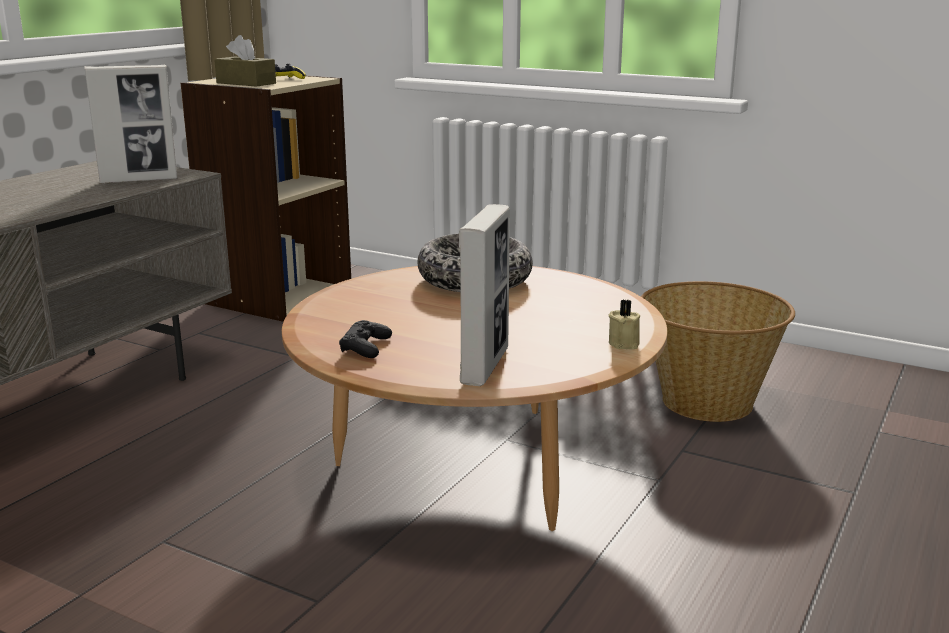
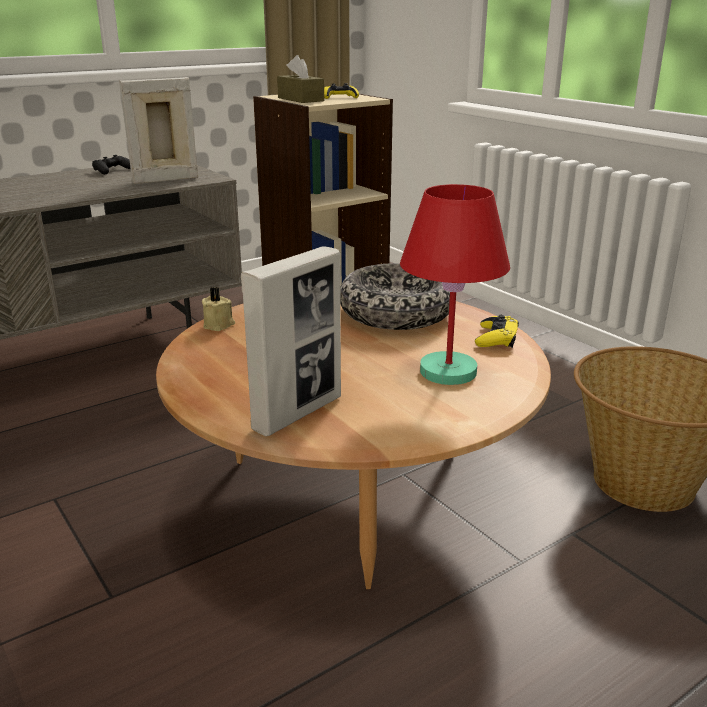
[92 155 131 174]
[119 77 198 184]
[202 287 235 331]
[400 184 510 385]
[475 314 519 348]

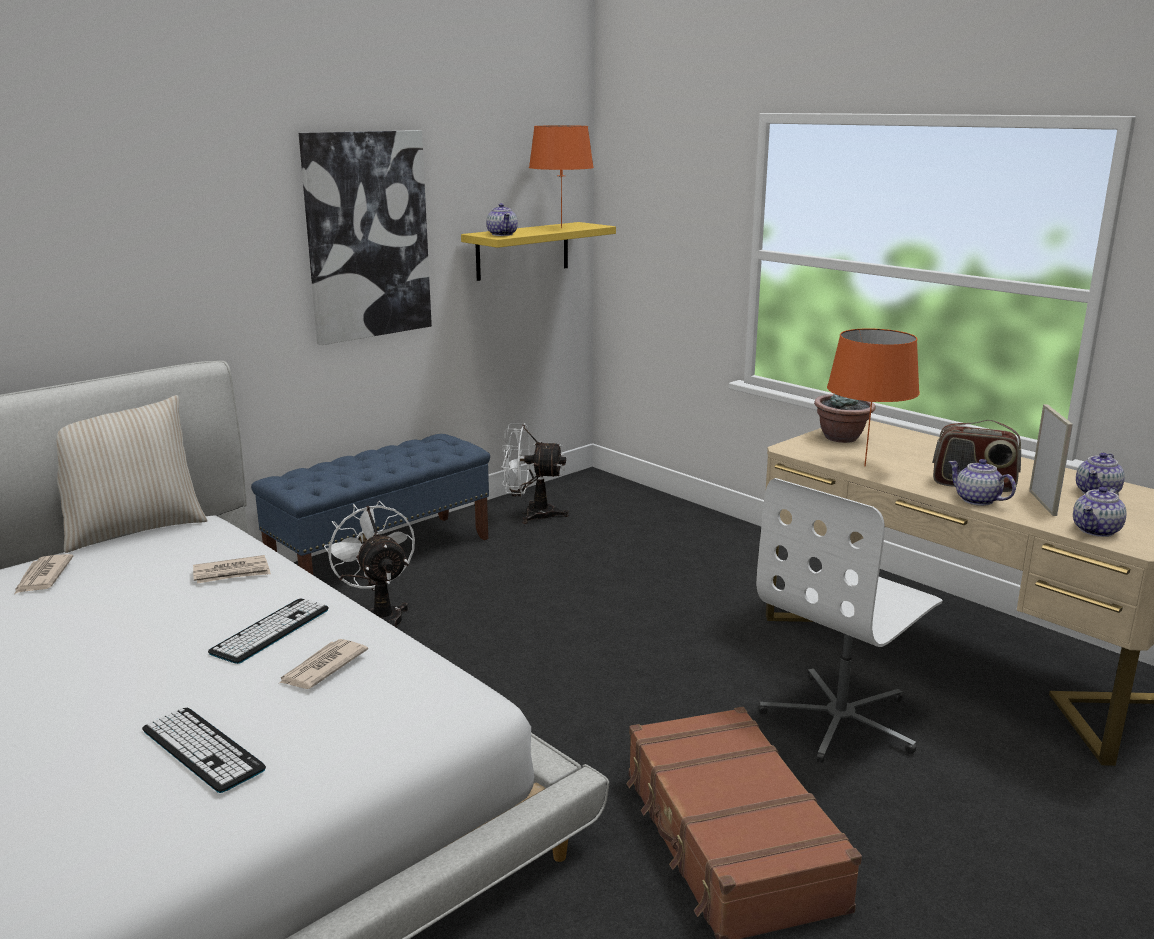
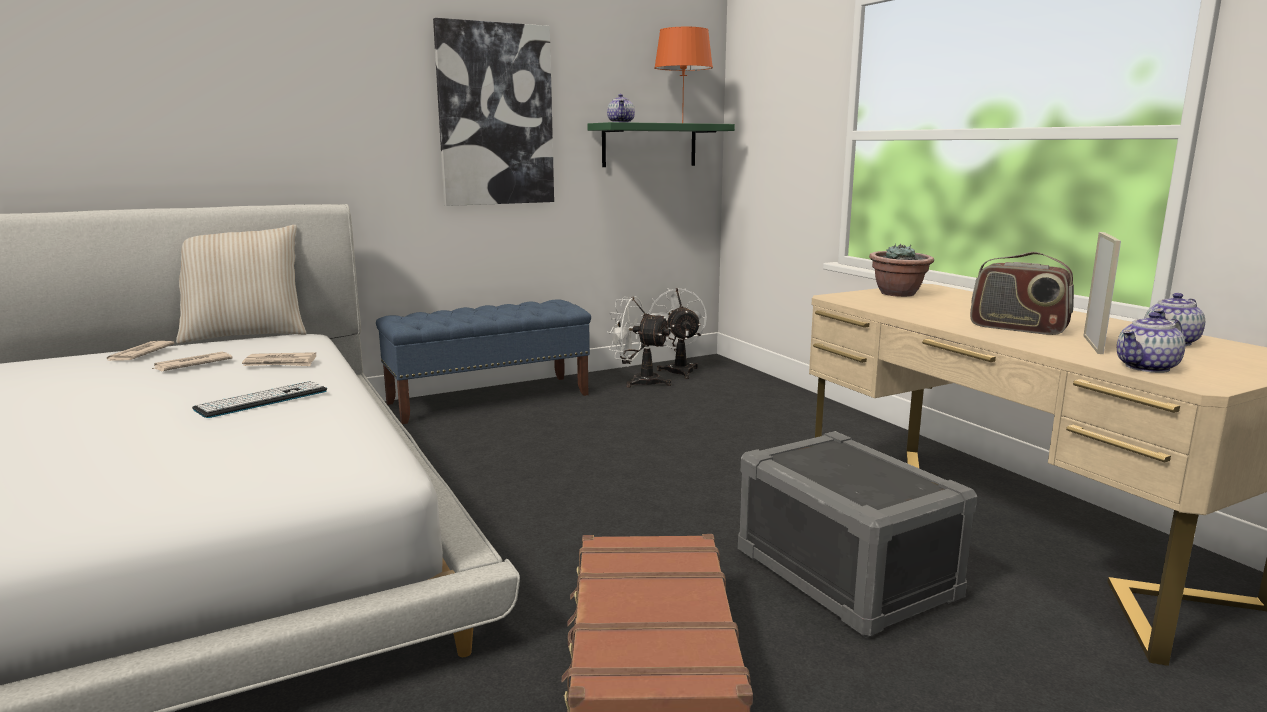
[152 352 233 371]
[587 122 735 167]
[649 288 707 379]
[738 431 977 638]
[142 708 266 793] (first image)
[827 328 920 466] (first image)
[948 459 1016 506] (first image)

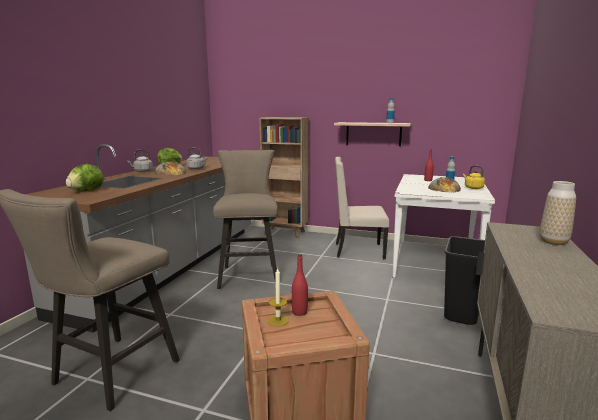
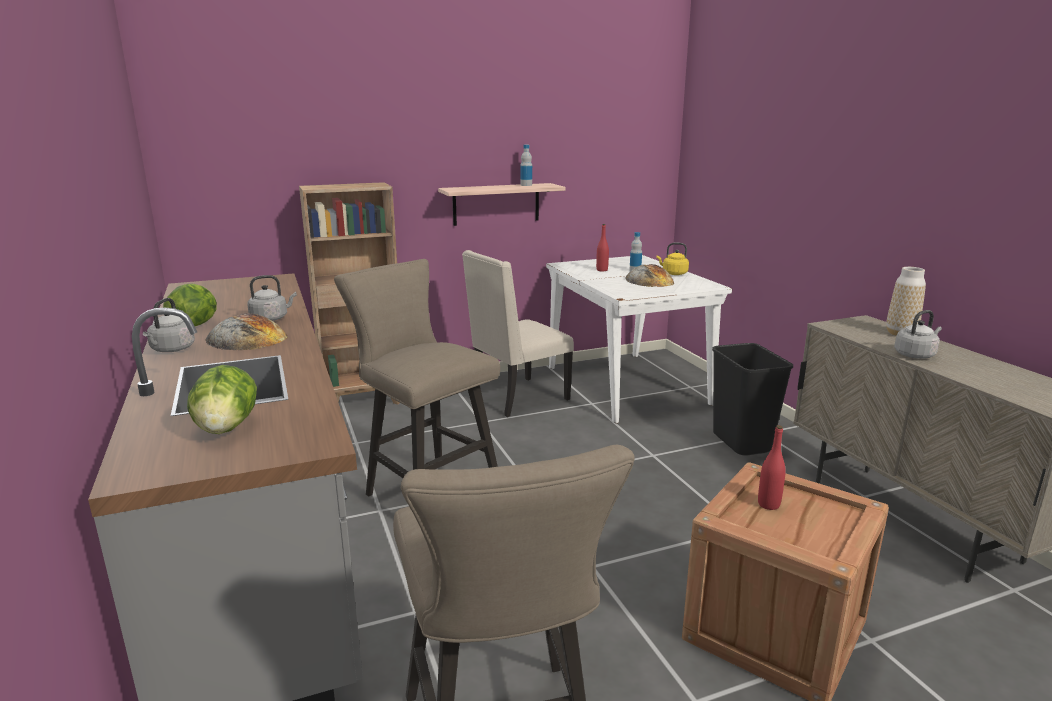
[894 310 942 359]
[268 268 289 326] (first image)

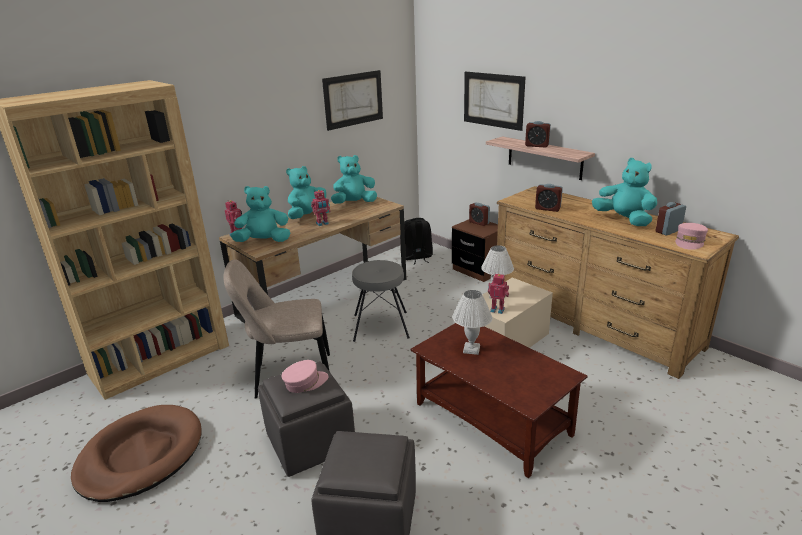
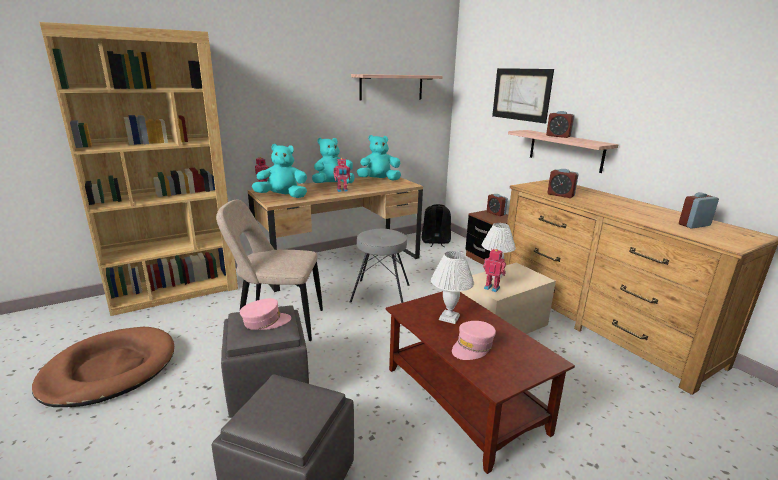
[351 74 443 100]
[452 321 496 360]
[592 158 657 226] (first image)

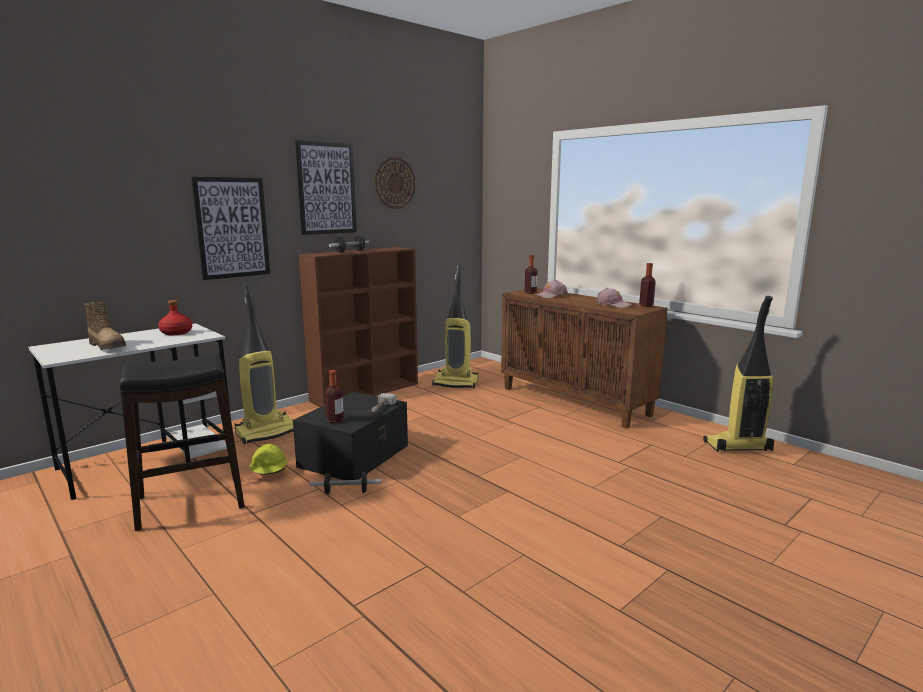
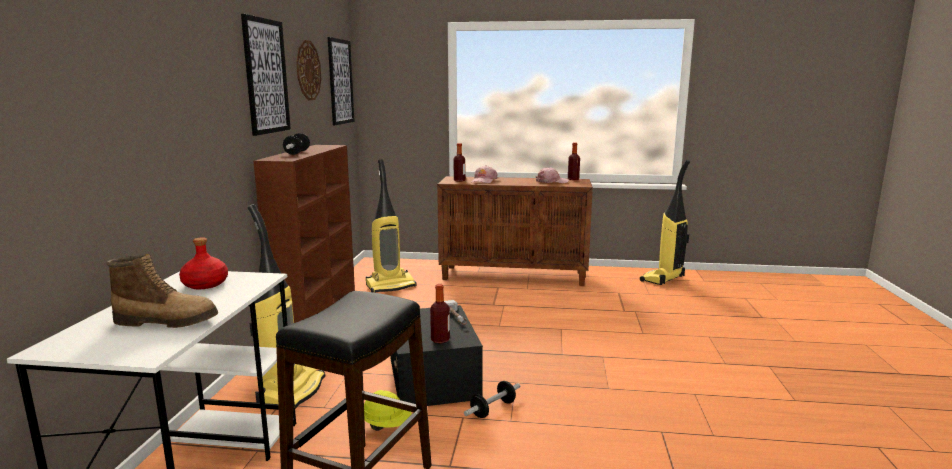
[328 37 355 126]

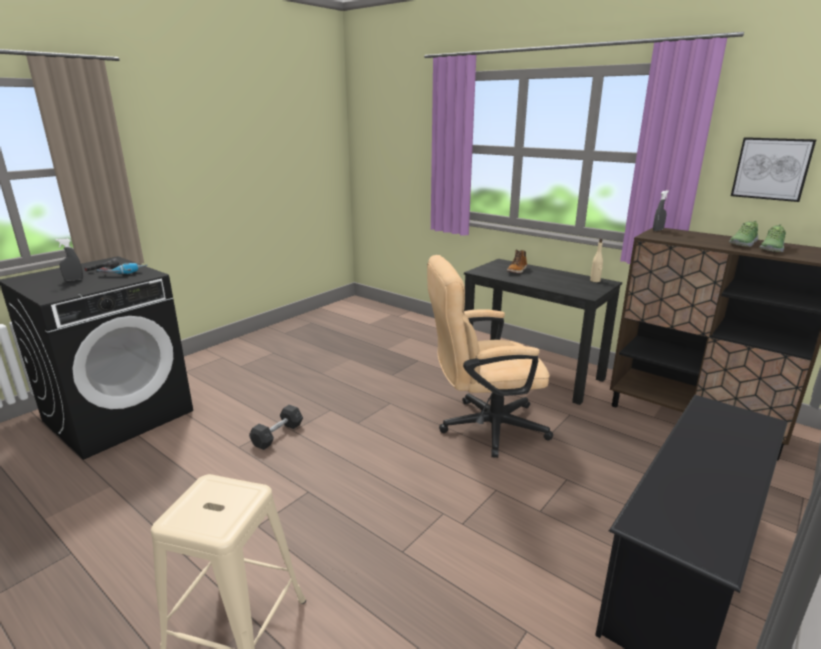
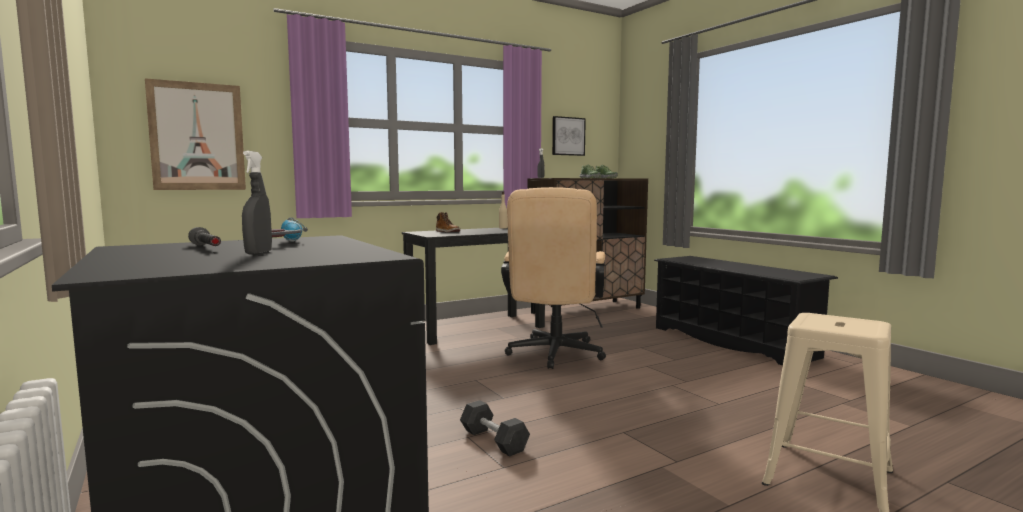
[145 78 246 190]

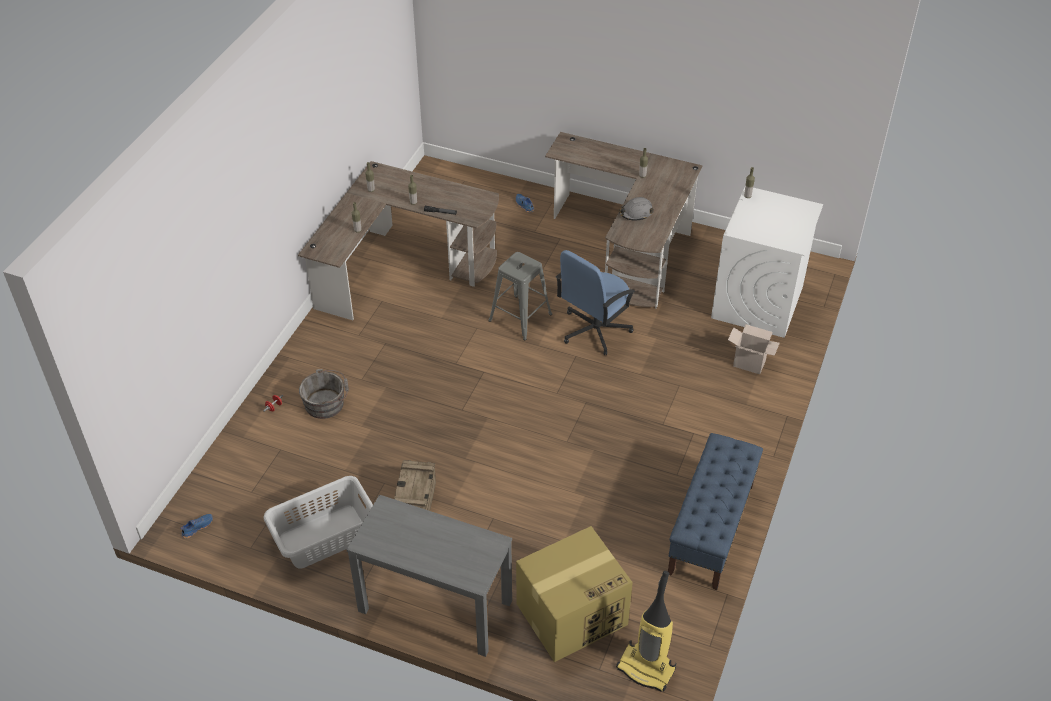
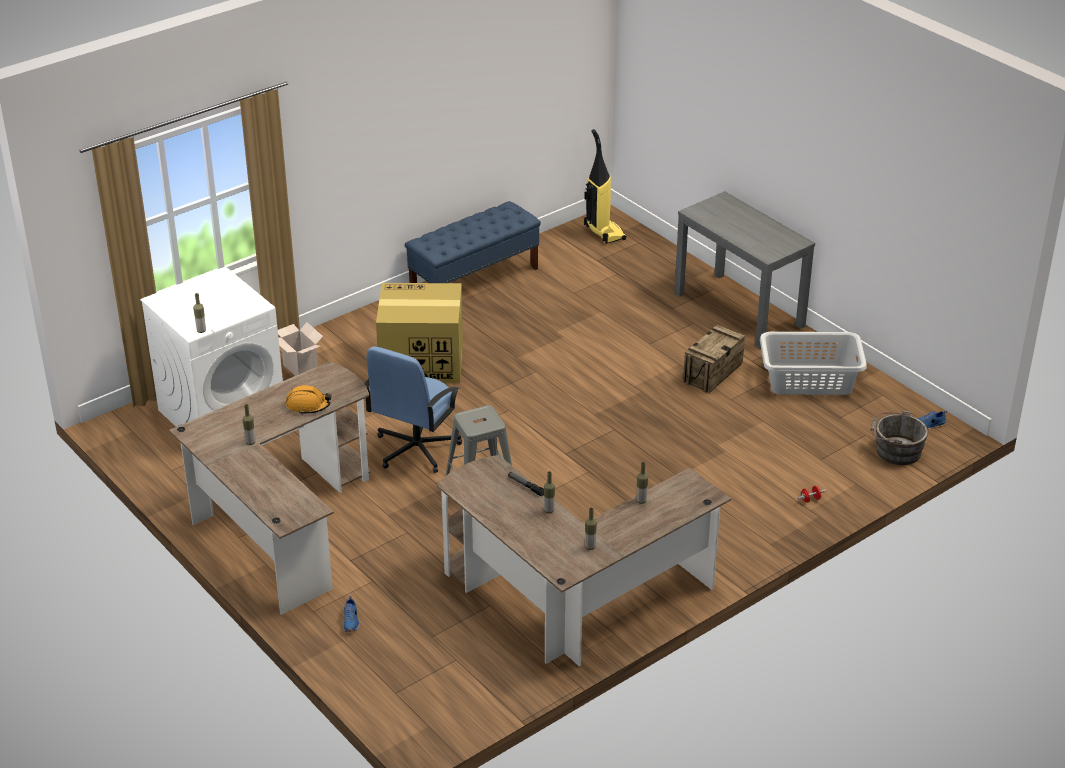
[286 385 332 415]
[364 346 462 473]
[376 283 463 383]
[870 410 928 465]

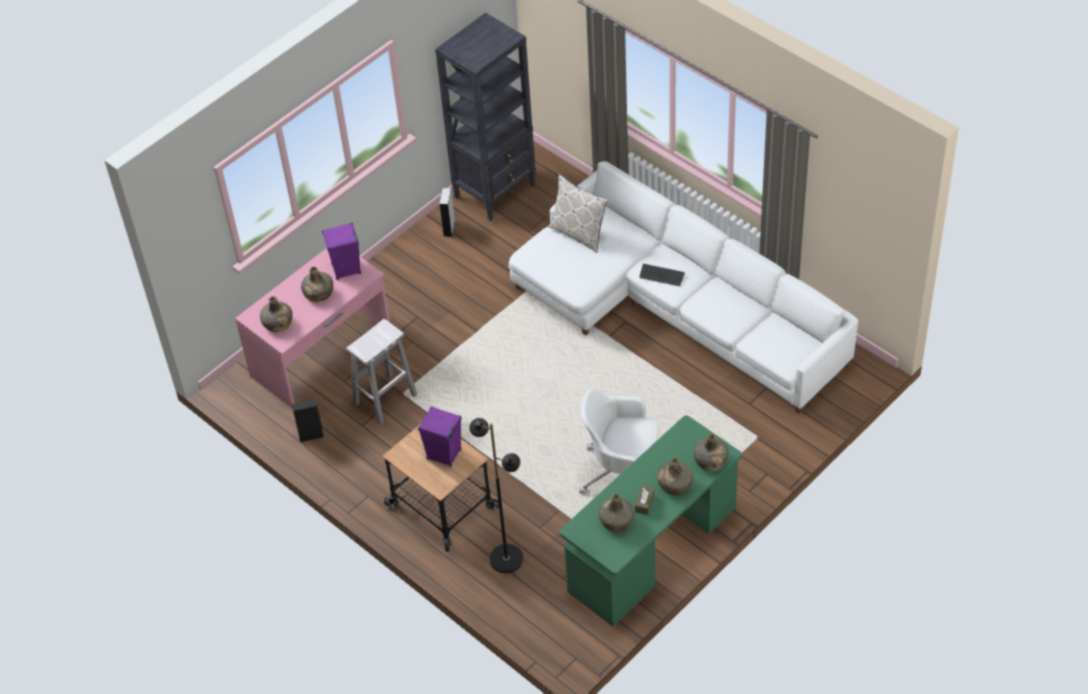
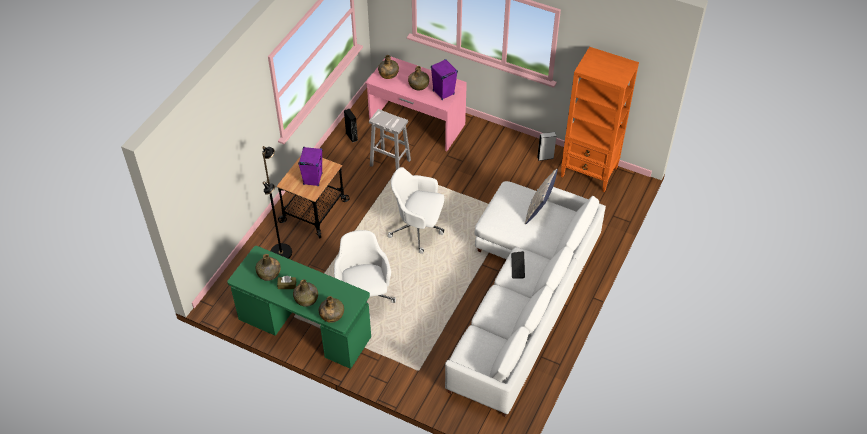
[387 167 445 254]
[561 47 639 192]

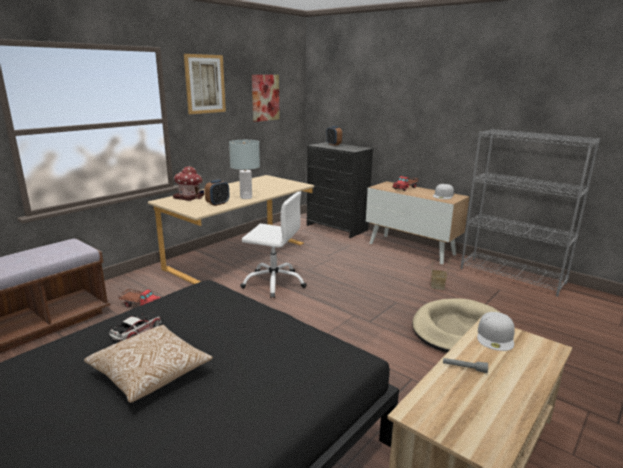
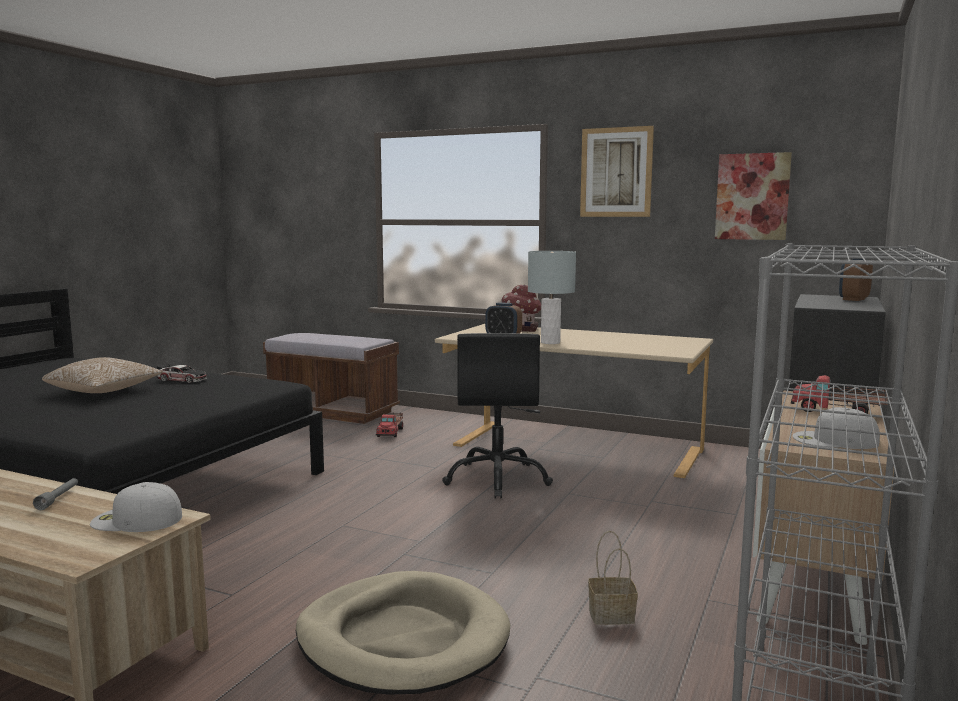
[442 333 553 499]

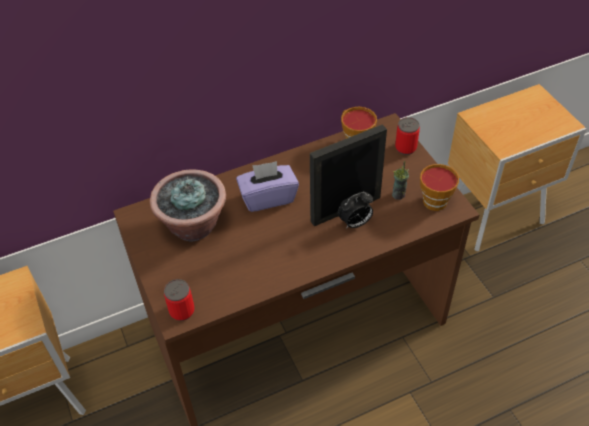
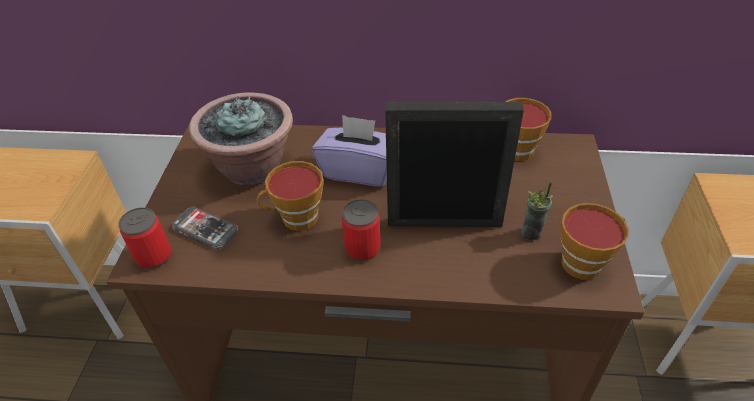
[172 206 238 250]
[257 161 323 231]
[342 199 381 261]
[338 192 373 229] (first image)

